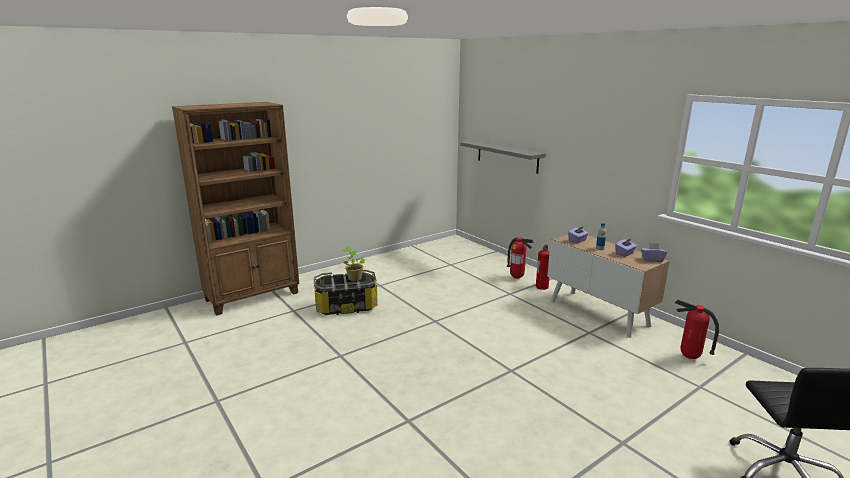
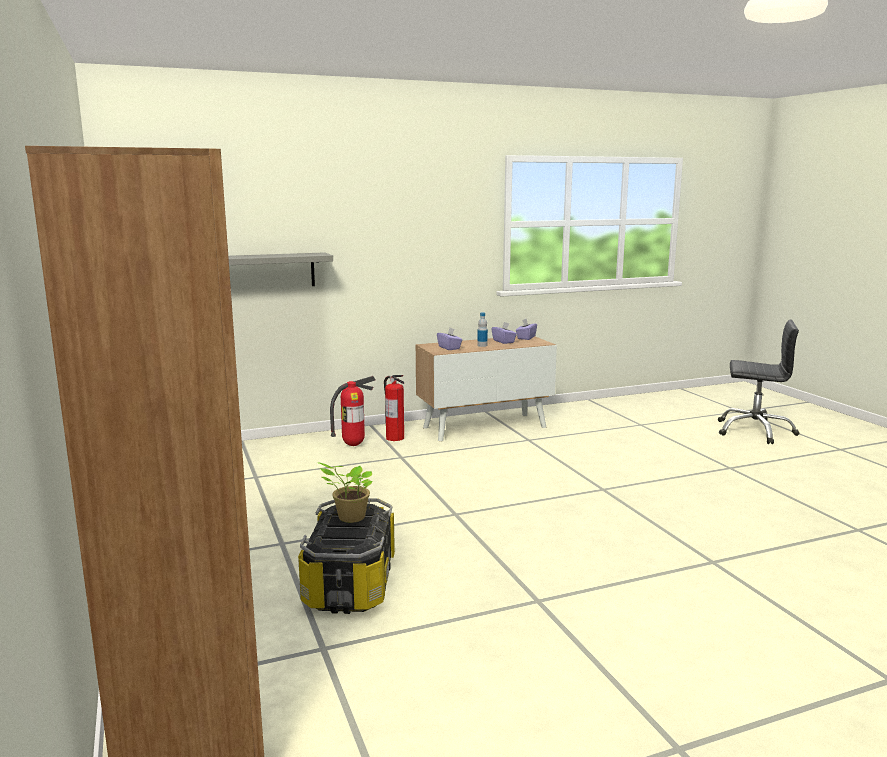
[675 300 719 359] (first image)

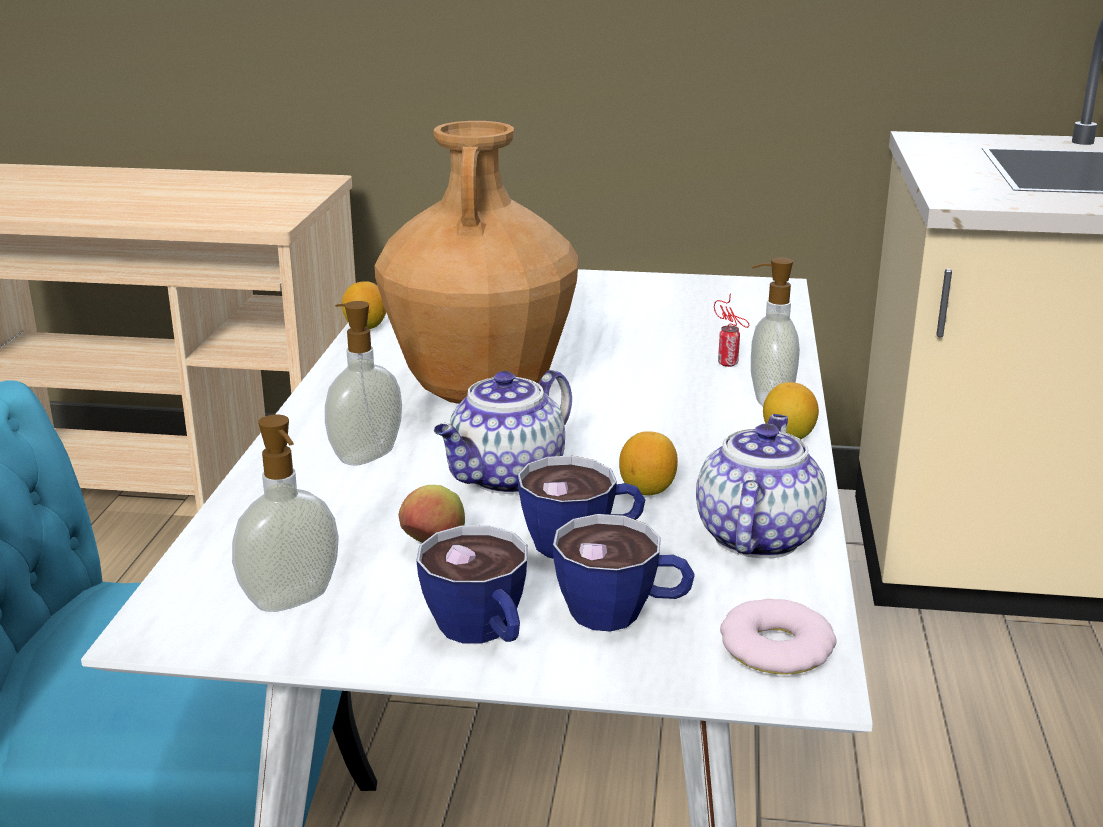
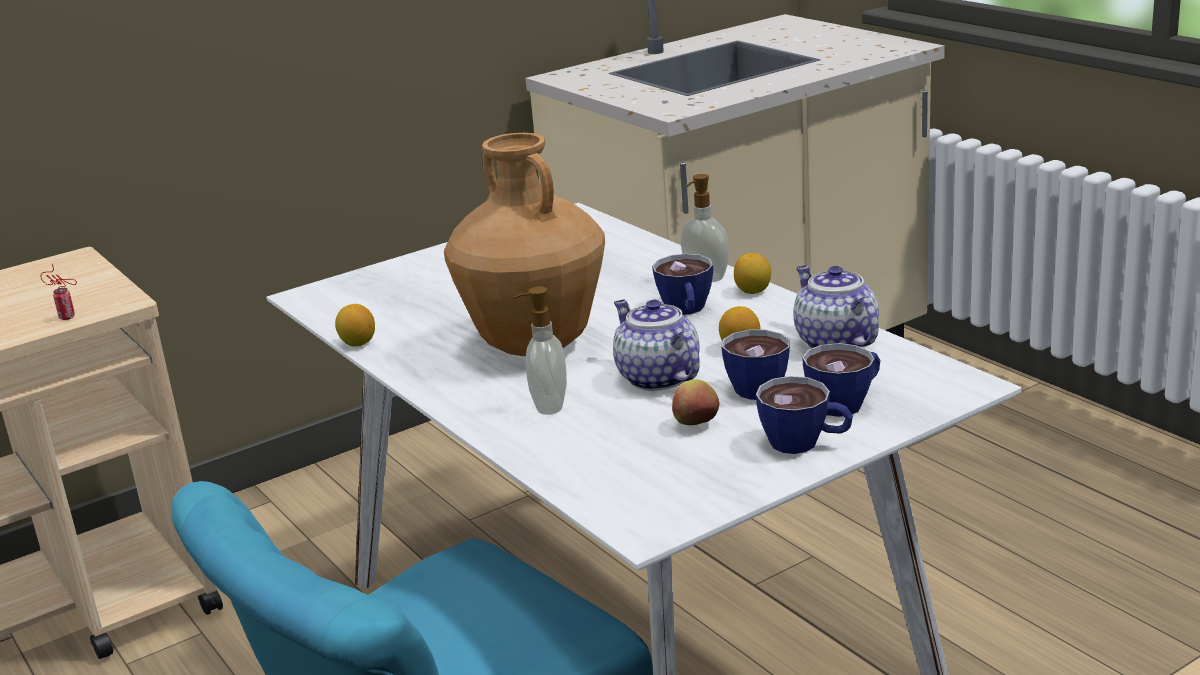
[41 264 77 320]
[613 299 700 391]
[652 253 713 315]
[232 415 339 612] (first image)
[720 599 837 675] (first image)

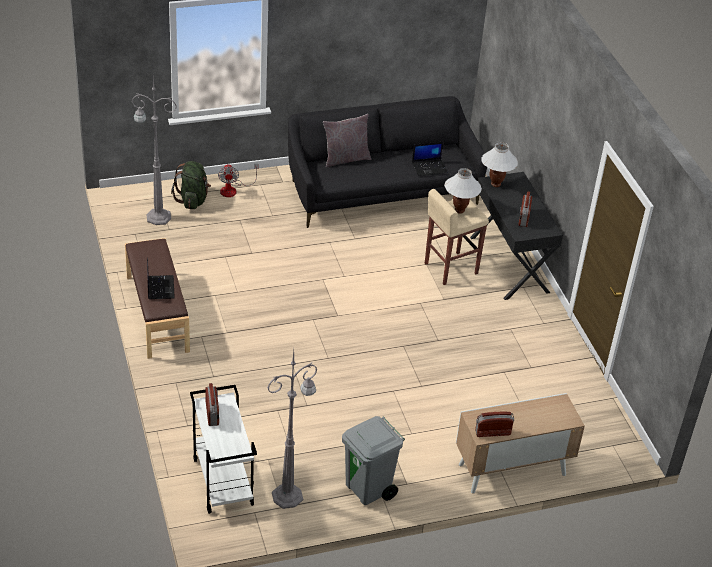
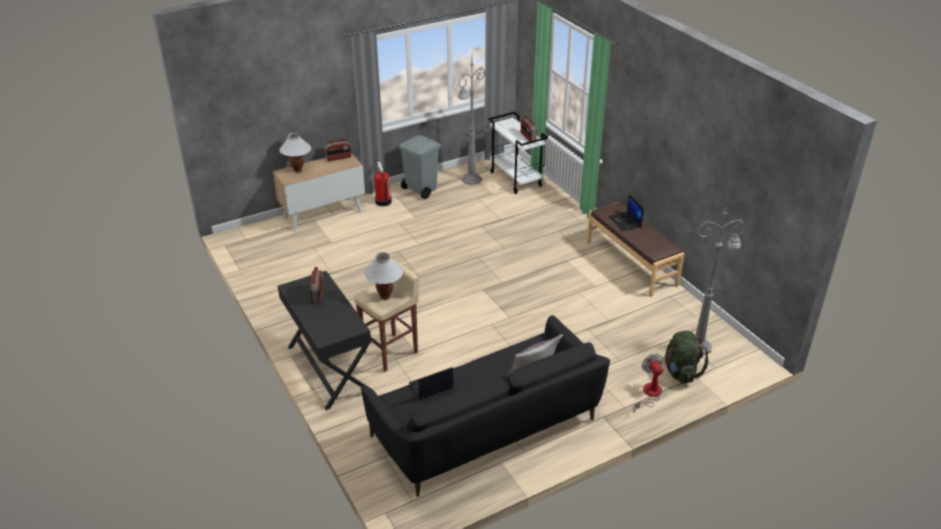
[279 132 311 173]
[374 161 392 206]

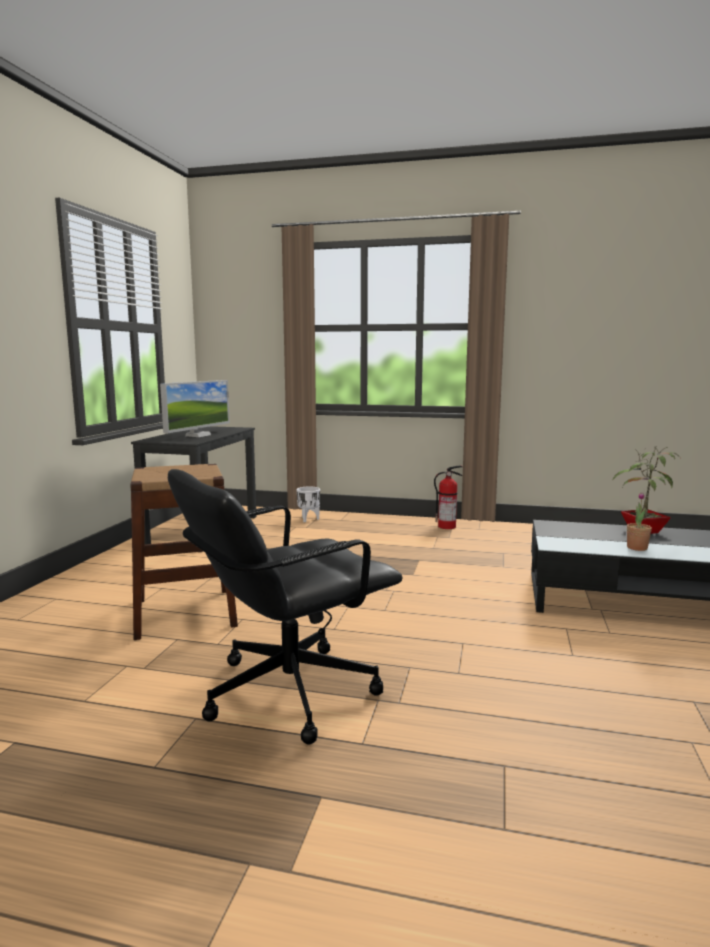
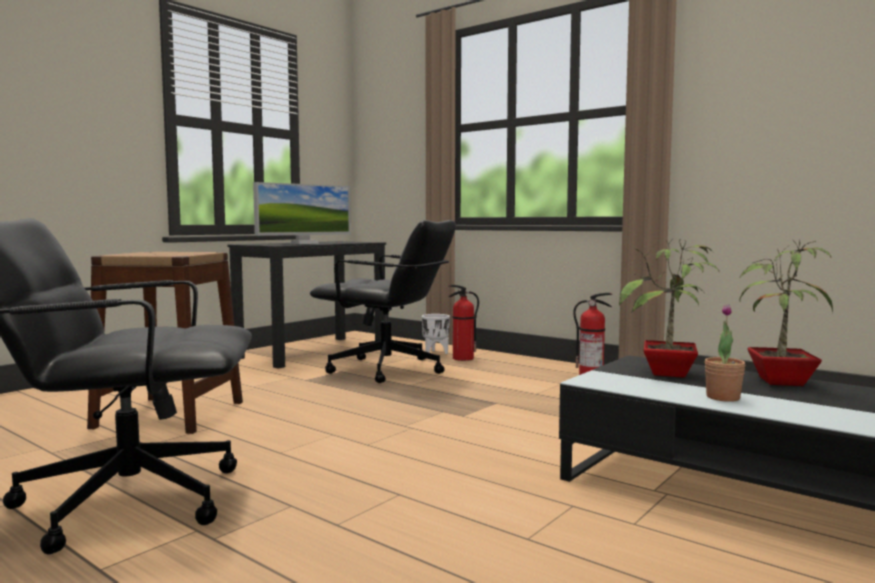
[310 220 456 383]
[448 285 479 361]
[619 239 720 378]

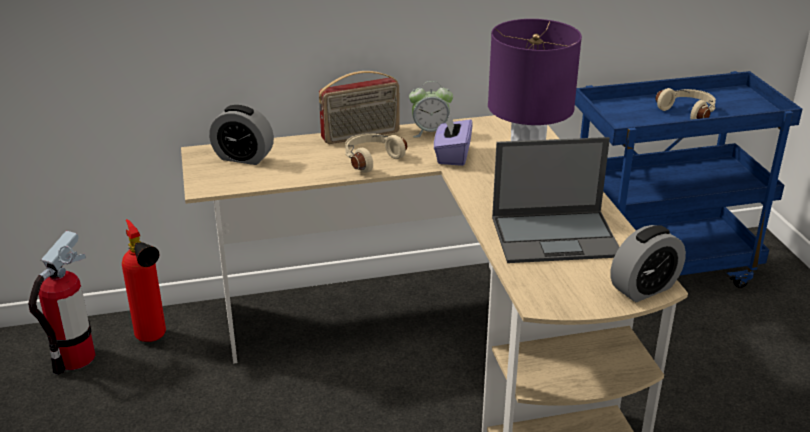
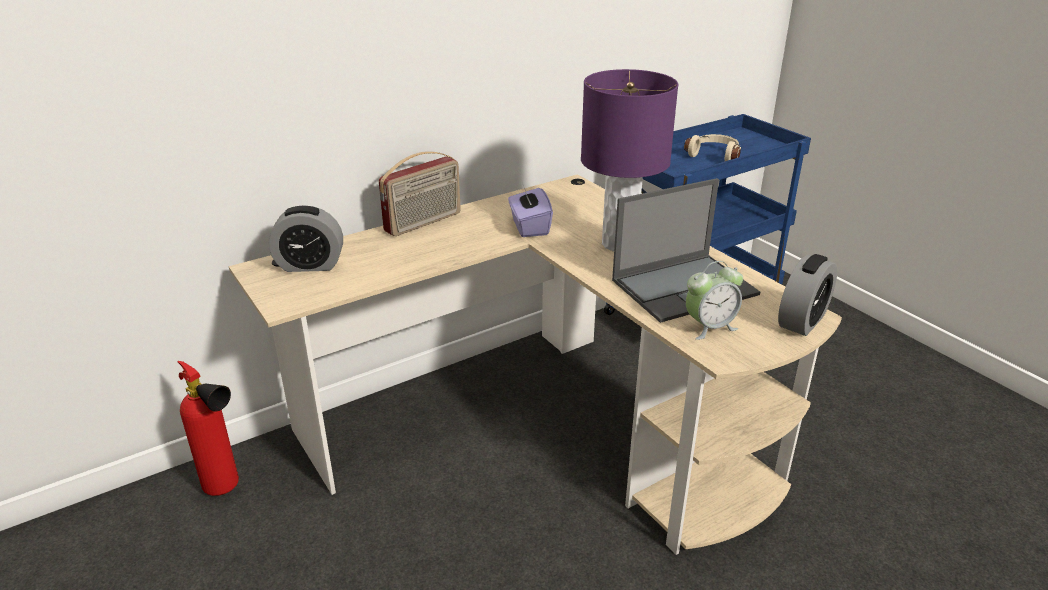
[686 261 743 340]
[28 231 95 375] (first image)
[345 133 407 173] (first image)

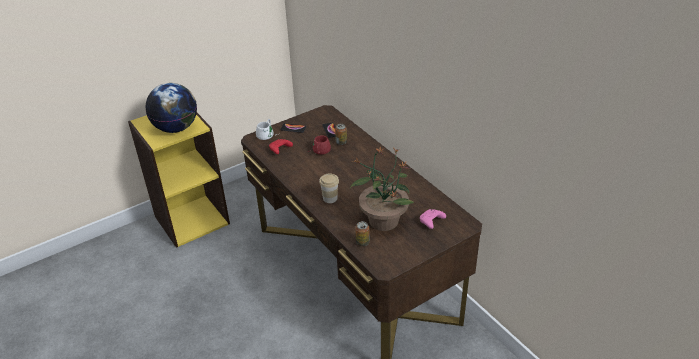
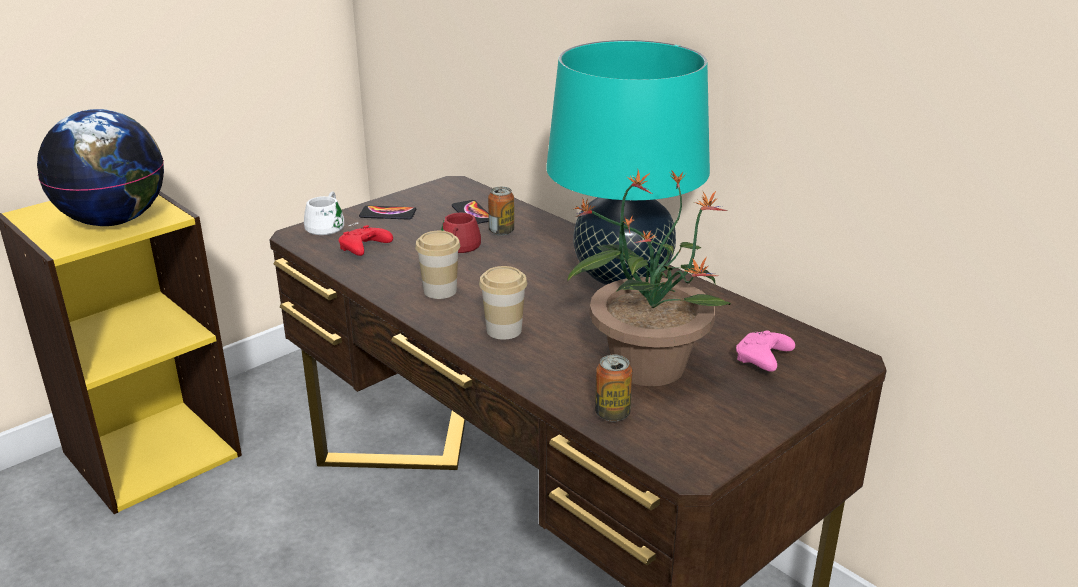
[415 231 460 299]
[546 40 710 285]

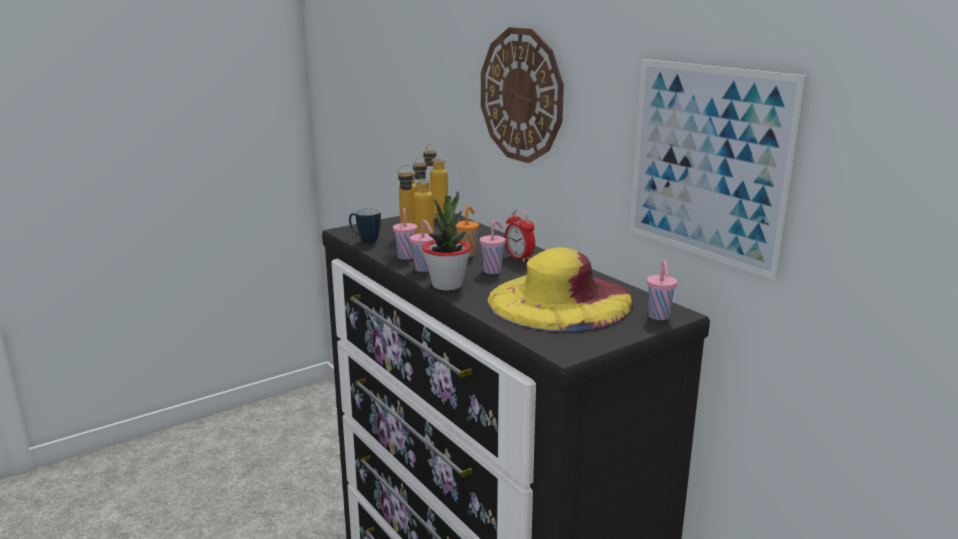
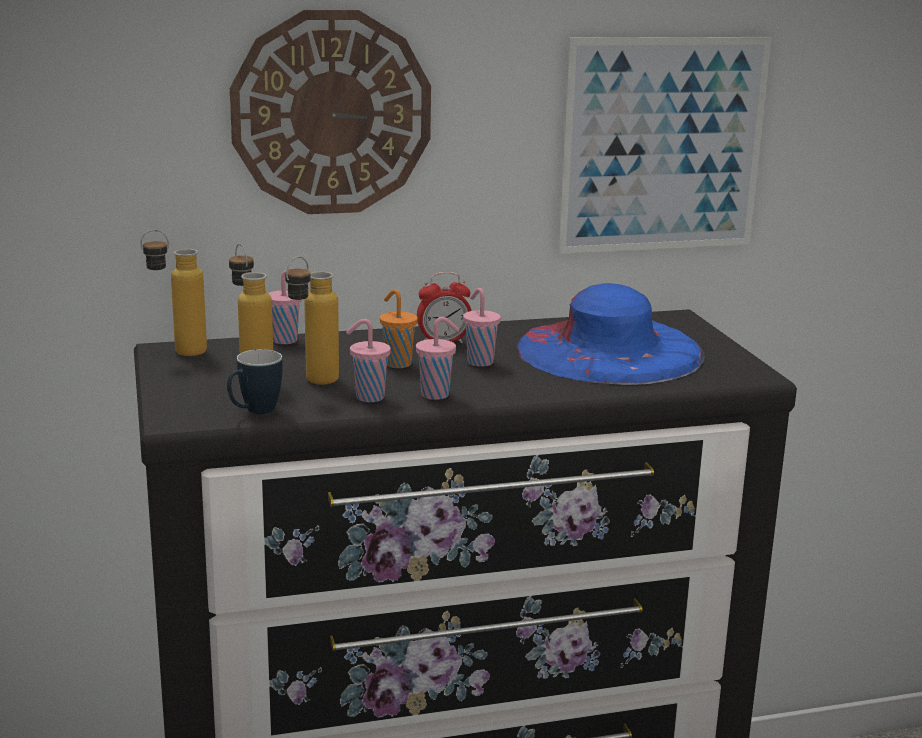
[268 270 302 344]
[516 283 705 385]
[423 192 471 291] (first image)

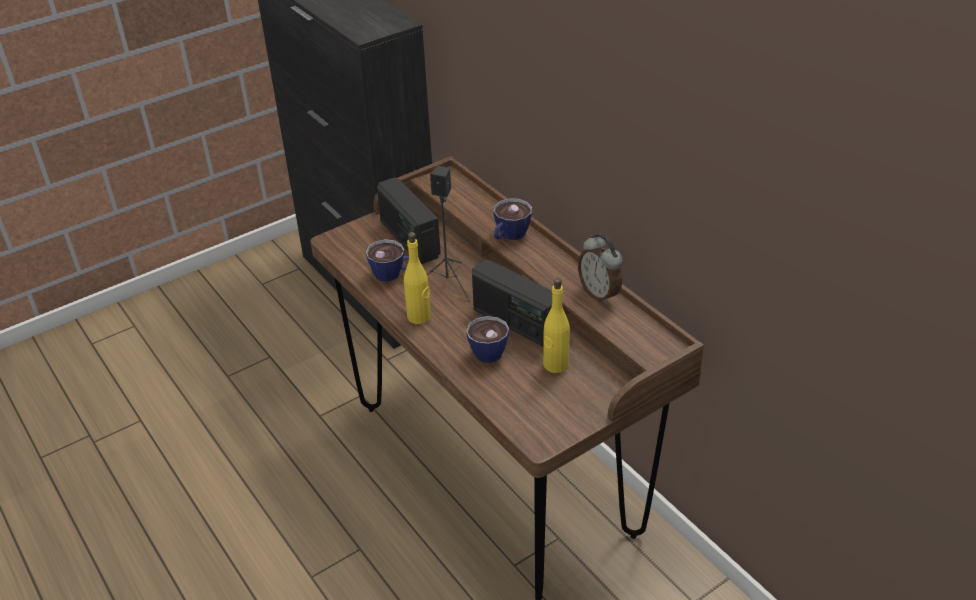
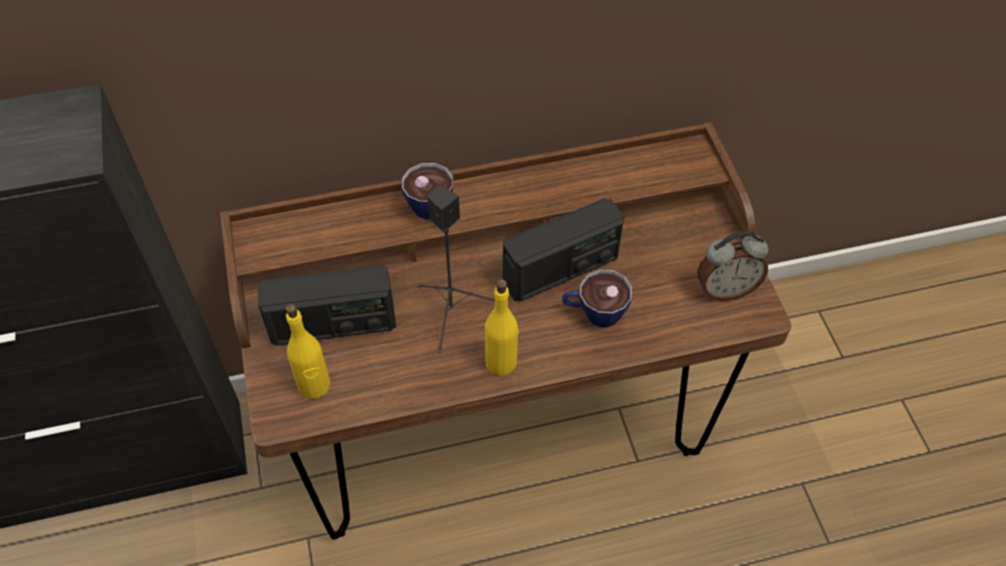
[286 303 330 399]
[697 231 768 301]
[366 239 409 282] (first image)

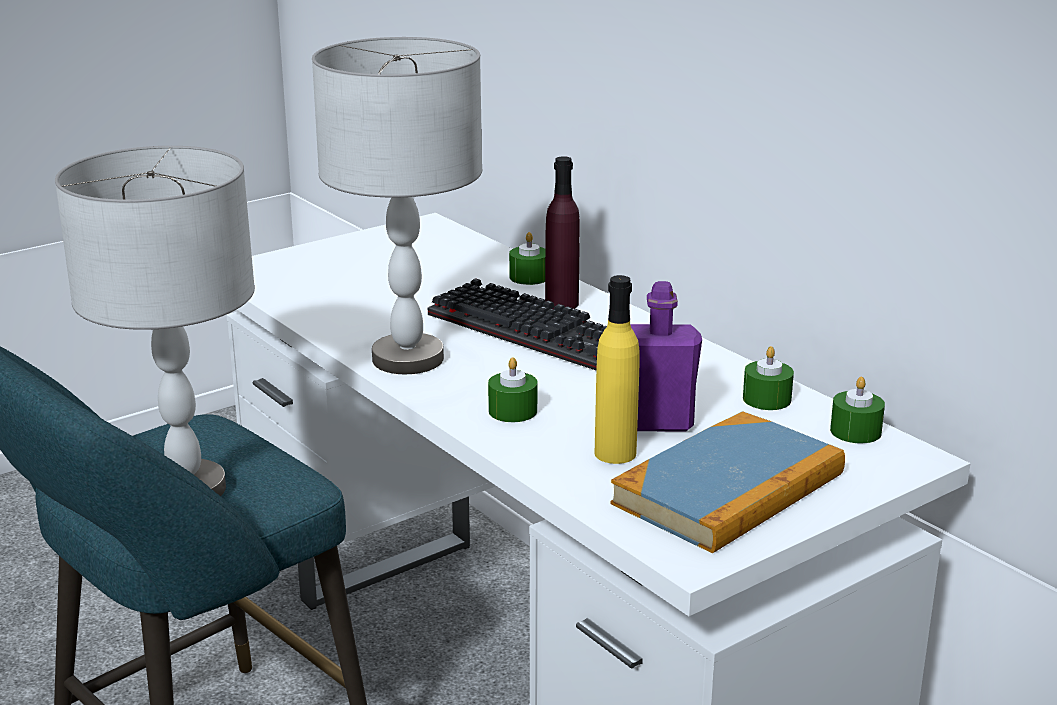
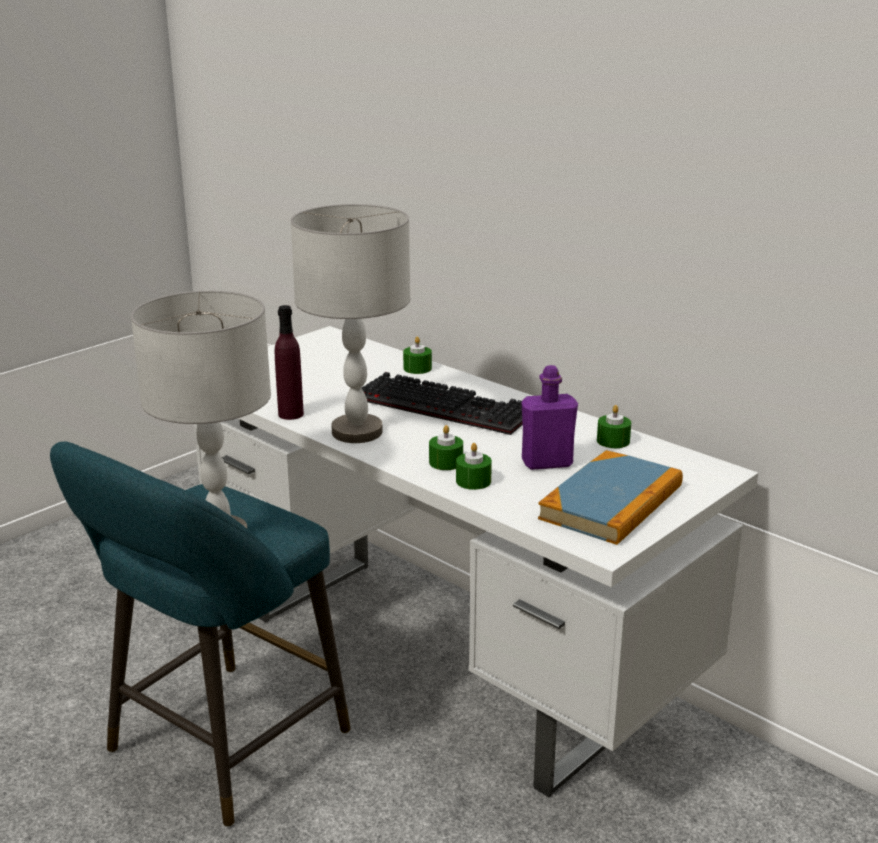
[275 305 304 420]
[456 443 492 490]
[594 275 639 464] (first image)

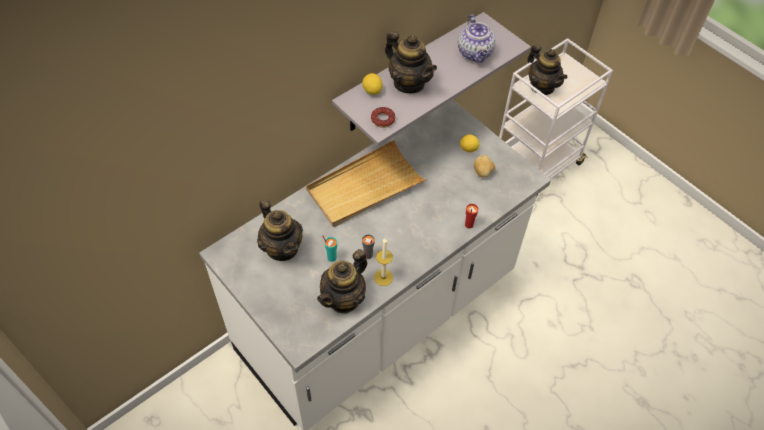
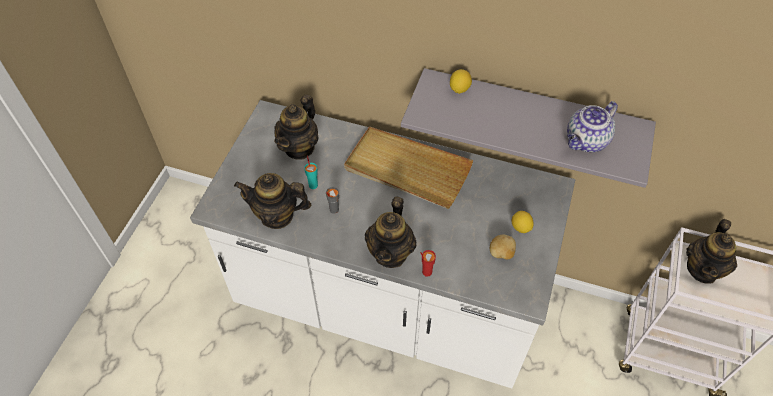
[365 196 417 268]
[371 107 395 128] (first image)
[374 238 393 286] (first image)

